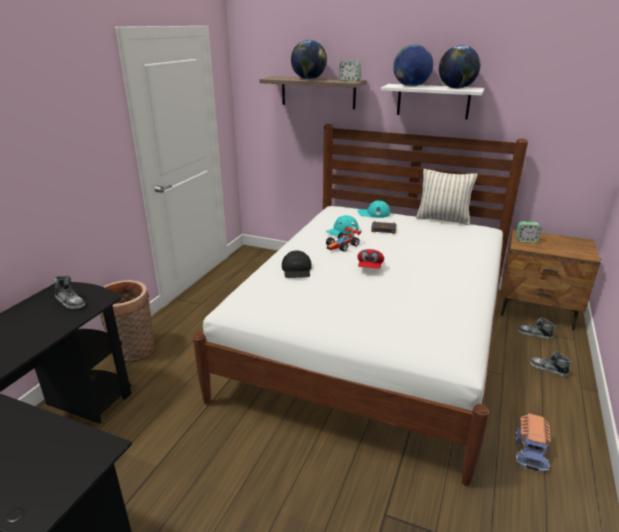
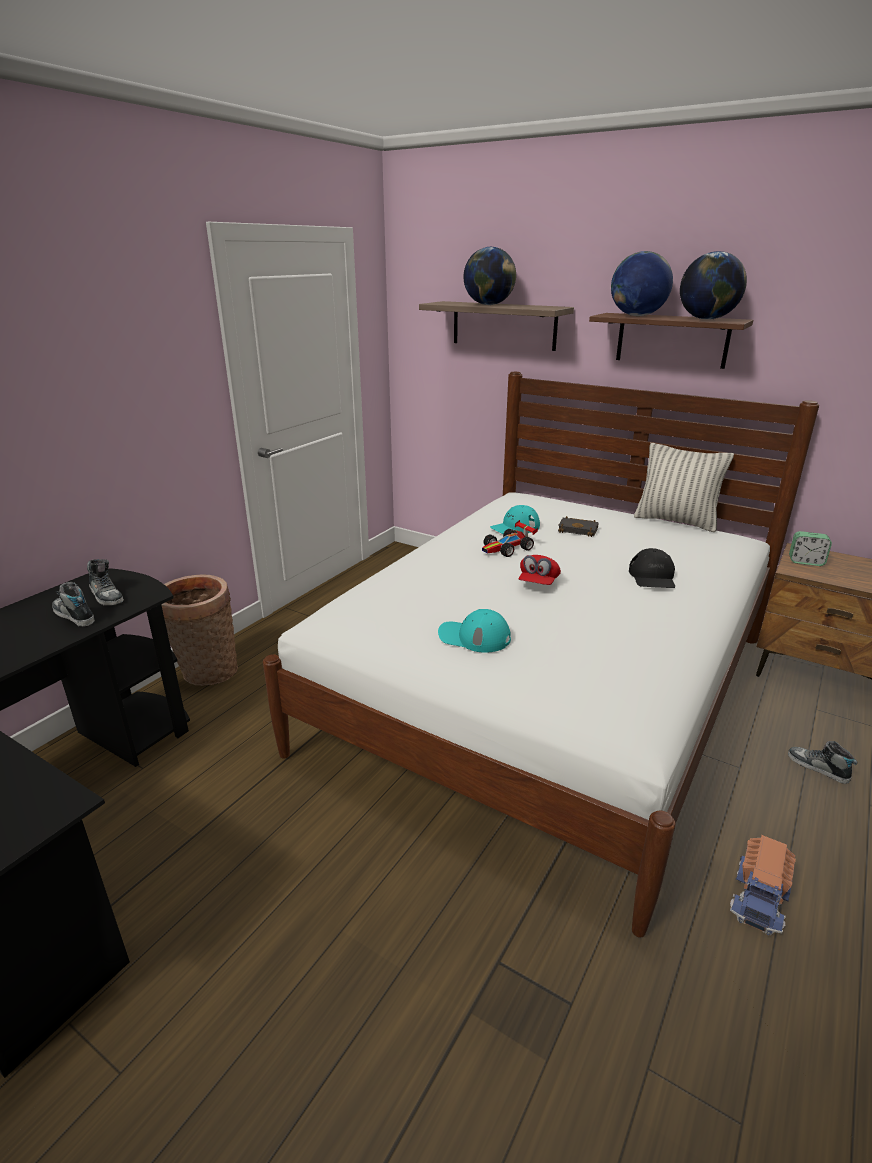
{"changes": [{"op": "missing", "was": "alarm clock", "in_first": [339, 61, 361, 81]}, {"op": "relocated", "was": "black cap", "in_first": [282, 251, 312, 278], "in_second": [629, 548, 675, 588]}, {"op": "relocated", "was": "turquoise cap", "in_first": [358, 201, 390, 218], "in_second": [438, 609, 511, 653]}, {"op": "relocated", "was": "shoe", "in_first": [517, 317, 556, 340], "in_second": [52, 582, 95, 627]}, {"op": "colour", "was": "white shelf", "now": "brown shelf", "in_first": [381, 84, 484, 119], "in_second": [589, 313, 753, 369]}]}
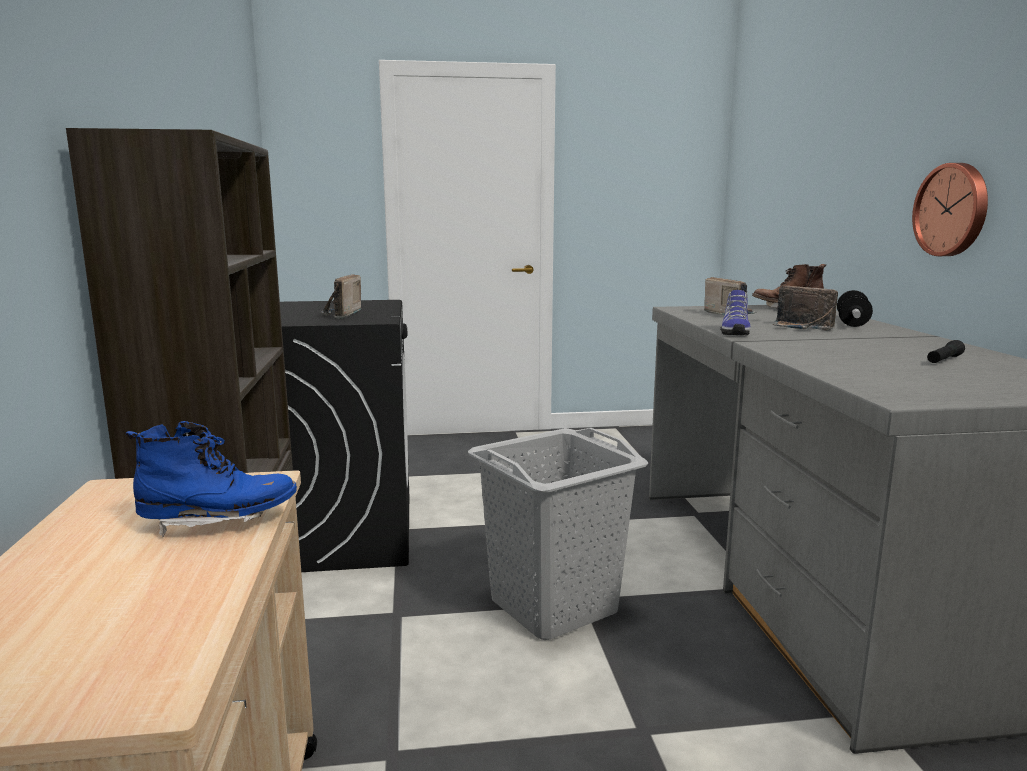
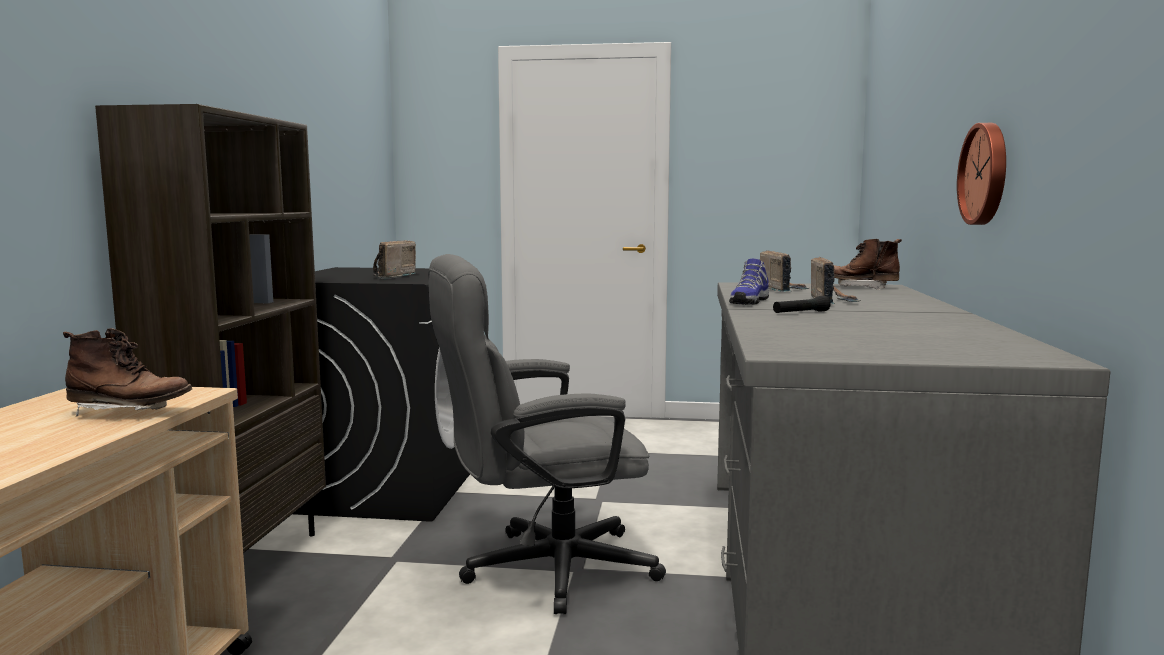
{"changes": [{"op": "missing", "was": "dumbbell", "in_first": [837, 290, 873, 327]}, {"op": "relocated", "was": "black flashlight", "in_first": [927, 340, 965, 363], "in_second": [773, 296, 831, 313]}, {"op": "exchanged", "was": "grey laundry basket", "now": "grey office chair", "in_first": [468, 428, 648, 640], "in_second": [428, 254, 666, 614]}, {"op": "colour", "was": "blue boot", "now": "brown boot", "in_first": [126, 421, 297, 537], "in_second": [63, 328, 192, 416]}, {"op": "spun", "was": "radio", "in_first": [773, 286, 838, 330], "in_second": [811, 257, 861, 304], "clockwise": -150}]}
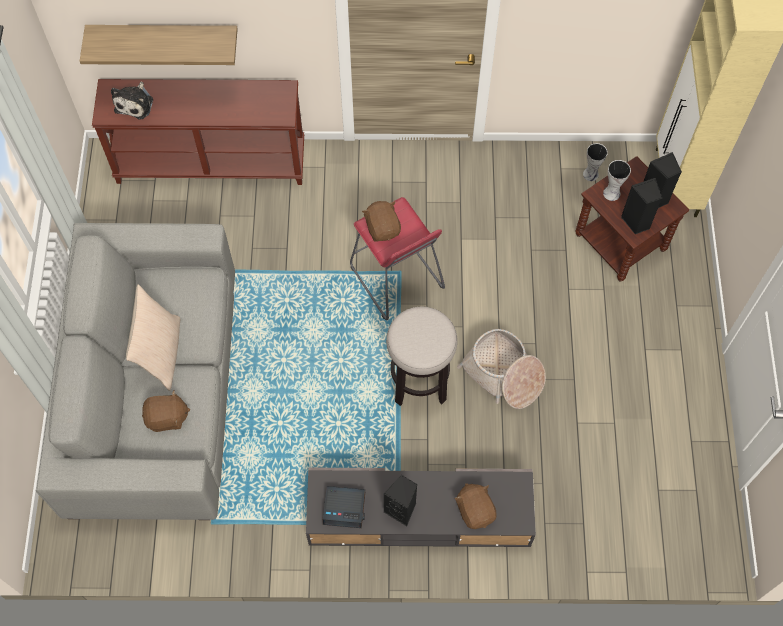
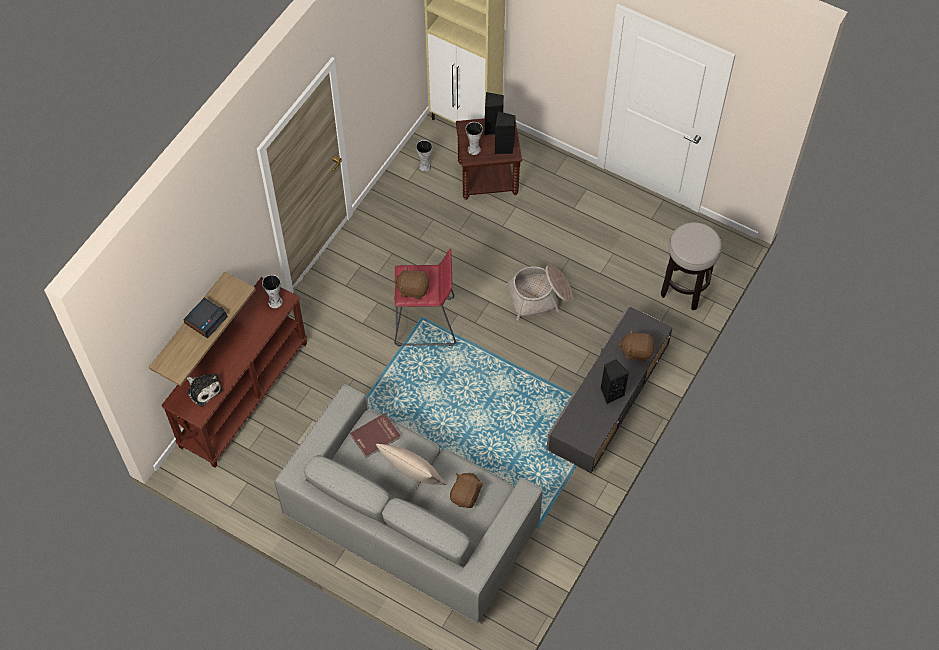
{"changes": [{"op": "appeared", "now": "vase", "in_second": [262, 275, 283, 308]}, {"op": "appeared", "now": "red book", "in_second": [350, 413, 401, 458]}, {"op": "relocated", "was": "alarm clock", "in_first": [323, 486, 365, 528], "in_second": [183, 298, 228, 339]}, {"op": "relocated", "was": "stool", "in_first": [386, 307, 457, 406], "in_second": [661, 222, 722, 310]}]}
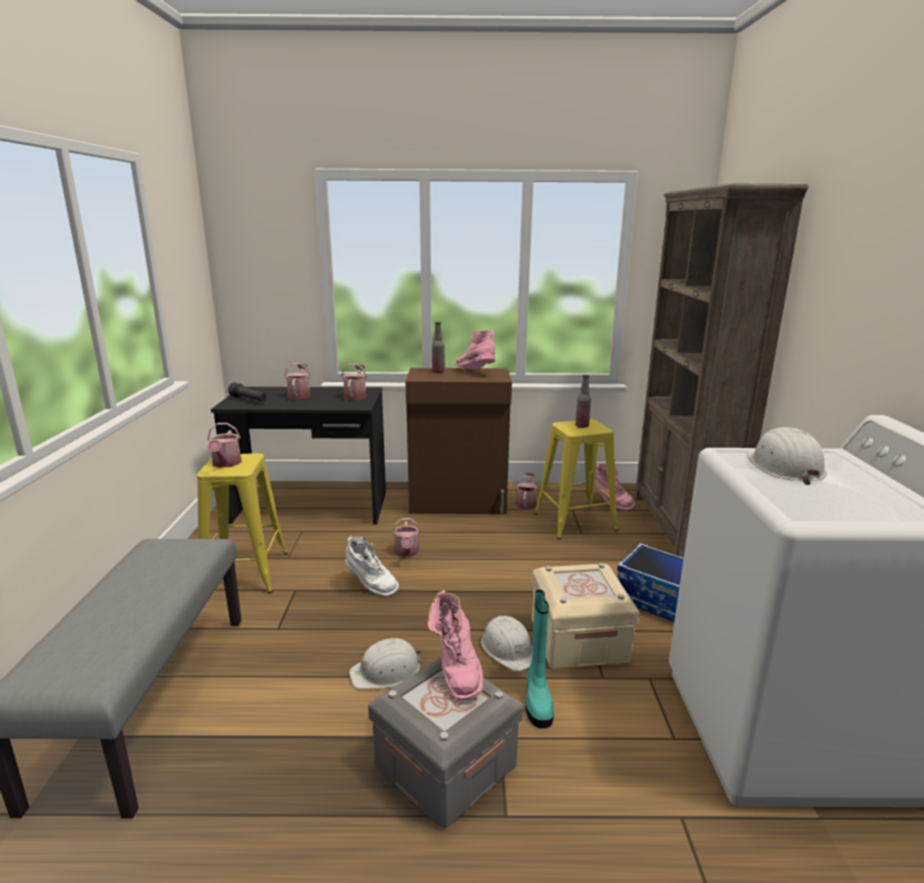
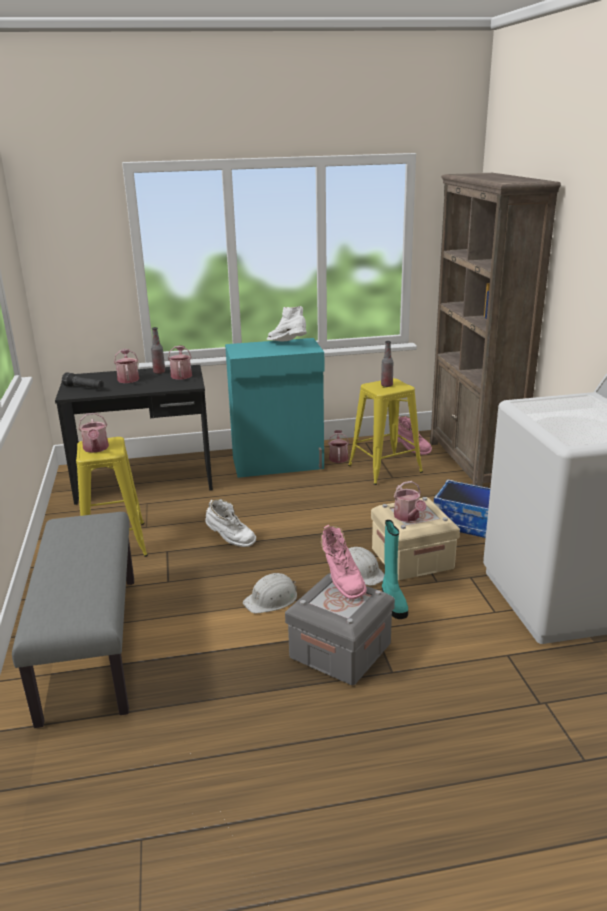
{"changes": [{"op": "missing", "was": "white hard hat", "in_first": [747, 427, 827, 485]}, {"op": "relocated", "was": "watering can", "in_first": [392, 518, 420, 558], "in_second": [394, 481, 427, 522]}, {"op": "relocated", "was": "bottle", "in_first": [432, 322, 445, 373], "in_second": [151, 327, 165, 374]}, {"op": "colour", "was": "brown cabinet", "now": "turquoise cabinet", "in_first": [406, 368, 512, 514], "in_second": [225, 338, 325, 478]}, {"op": "colour", "was": "pink boot", "now": "white boot", "in_first": [454, 330, 496, 369], "in_second": [267, 306, 307, 341]}]}
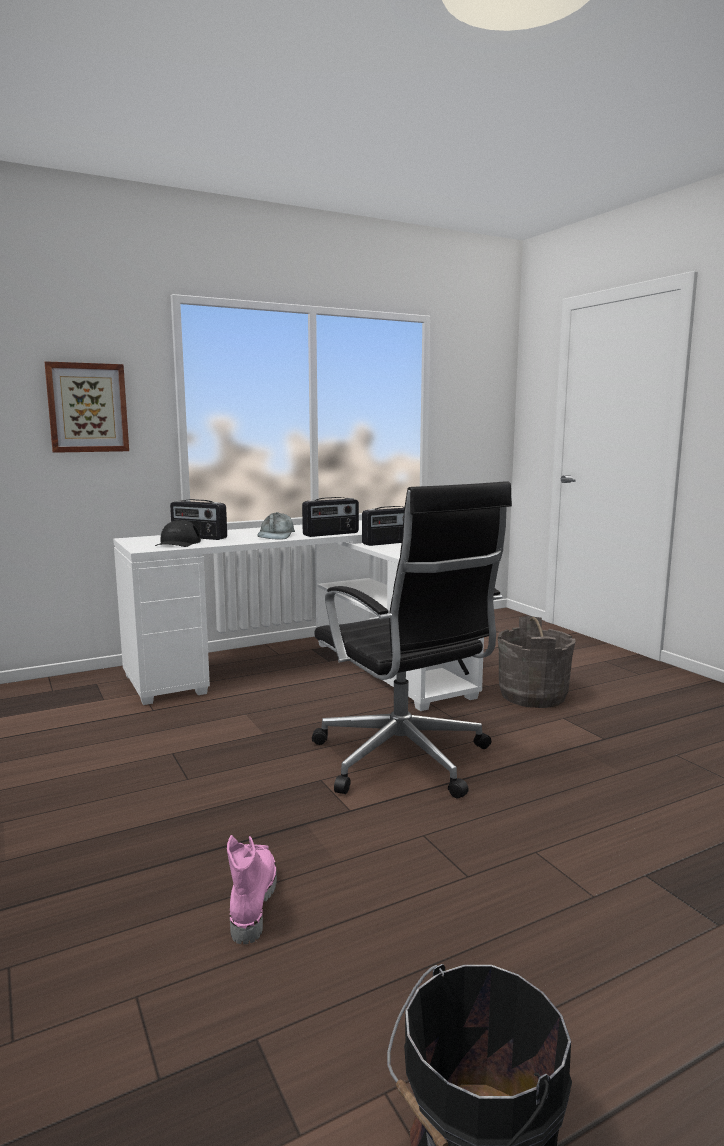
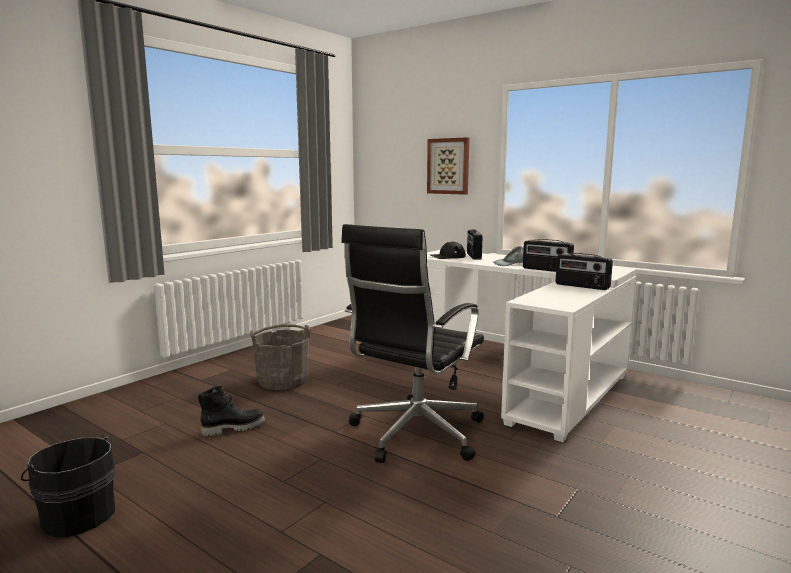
{"changes": [{"op": "relocated", "was": "grey bucket", "in_first": [498, 616, 576, 708], "in_second": [250, 324, 310, 390]}, {"op": "colour", "was": "pink boot", "now": "black boot", "in_first": [227, 835, 277, 944], "in_second": [198, 386, 265, 437]}]}
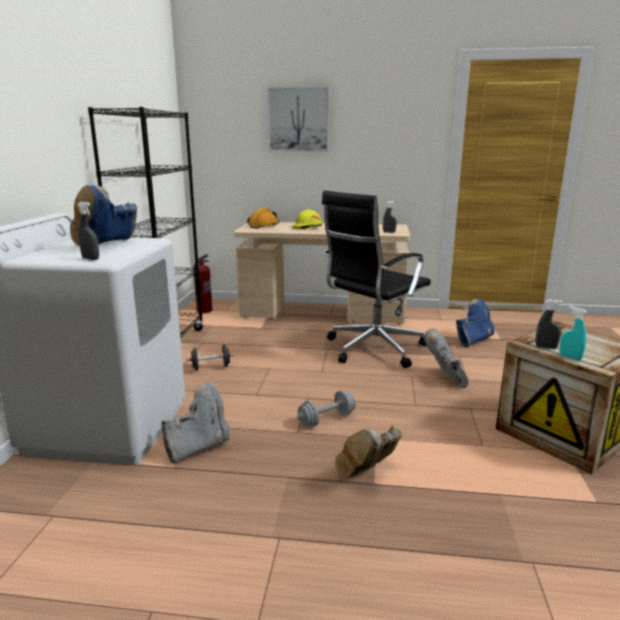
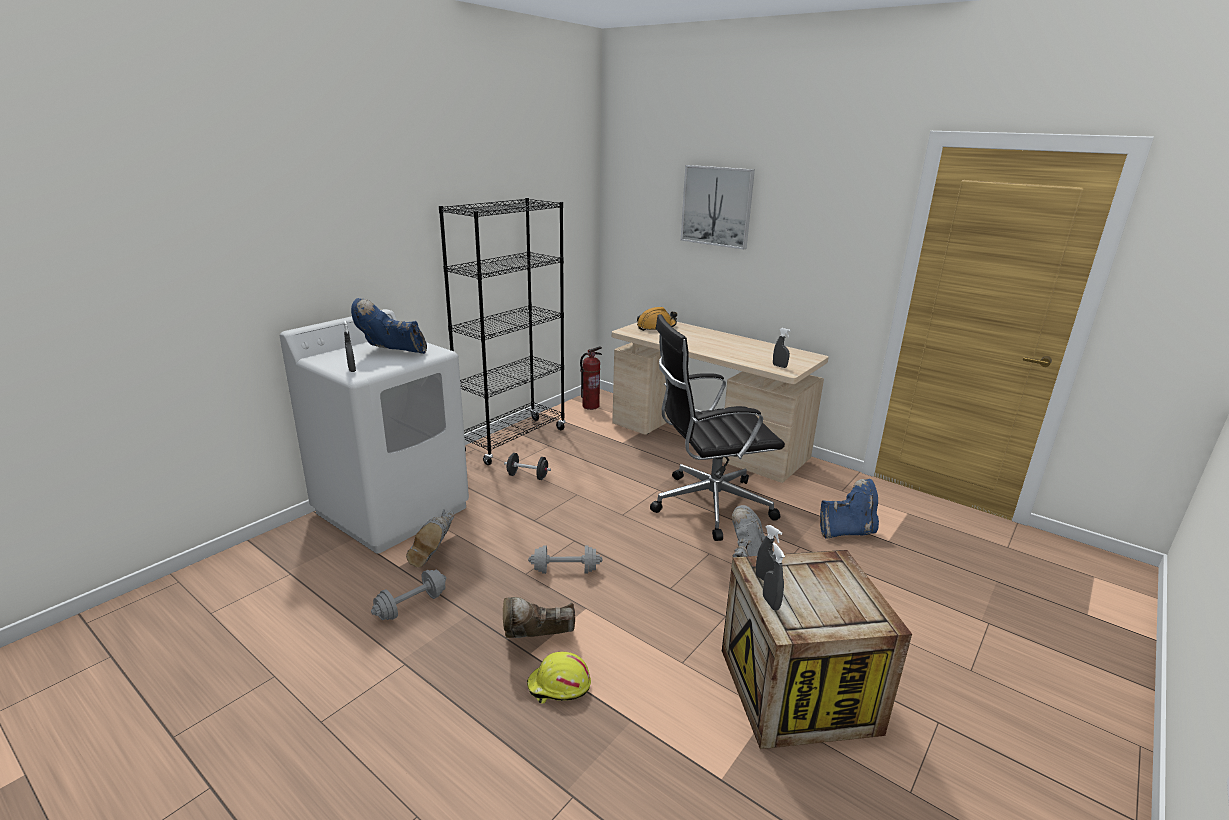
{"changes": [{"op": "appeared", "now": "grey dumbbell", "in_second": [371, 570, 446, 620]}, {"op": "relocated", "was": "yellow hard hat", "in_first": [292, 210, 322, 230], "in_second": [527, 652, 591, 704]}, {"op": "colour", "was": "turquoise spray bottle", "now": "grey spray bottle", "in_first": [560, 306, 586, 360], "in_second": [763, 543, 785, 611]}, {"op": "spun", "was": "blue boot", "in_first": [70, 185, 137, 246], "in_second": [351, 298, 427, 354], "clockwise": 45}, {"op": "spun", "was": "grey boot", "in_first": [161, 382, 230, 464], "in_second": [406, 509, 454, 567], "clockwise": 105}]}
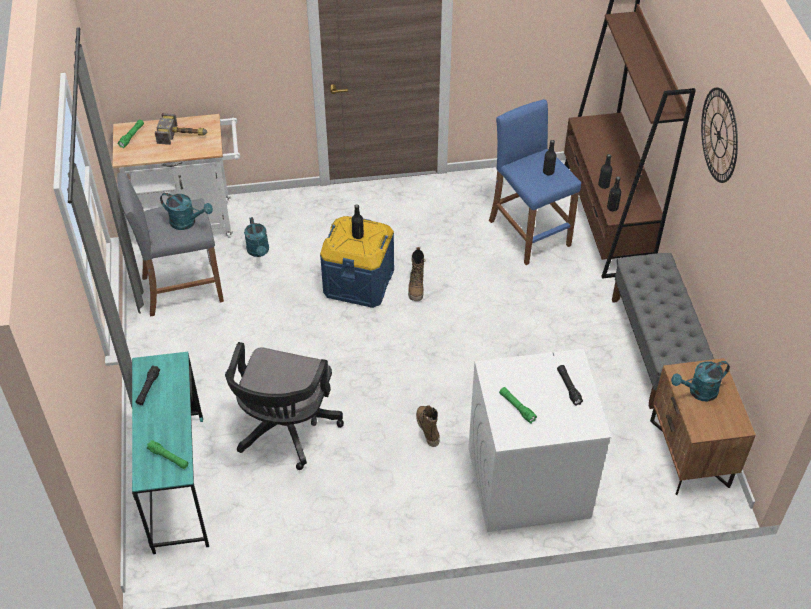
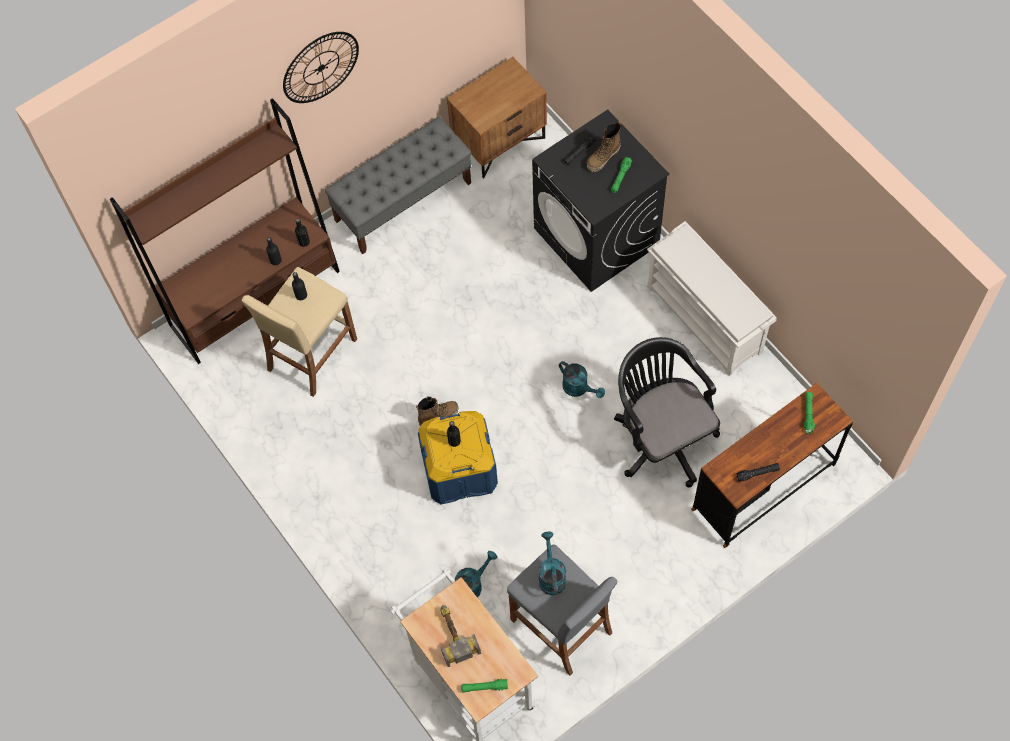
{"changes": [{"op": "appeared", "now": "white shoe rack", "in_second": [647, 221, 777, 376]}, {"op": "relocated", "was": "boot", "in_first": [416, 405, 440, 447], "in_second": [587, 121, 621, 172]}, {"op": "relocated", "was": "turquoise watering can", "in_first": [671, 361, 730, 401], "in_second": [559, 361, 605, 398]}, {"op": "colour", "was": "turquoise desk", "now": "brown desk", "in_first": [132, 352, 209, 554], "in_second": [691, 383, 853, 548]}, {"op": "colour", "was": "white washing machine", "now": "black washing machine", "in_first": [468, 348, 612, 532], "in_second": [532, 109, 670, 292]}, {"op": "colour", "was": "blue stool", "now": "beige stool", "in_first": [489, 99, 581, 265], "in_second": [242, 267, 357, 397]}, {"op": "spun", "was": "black office chair", "in_first": [225, 342, 344, 470], "in_second": [614, 337, 720, 488], "clockwise": -105}]}
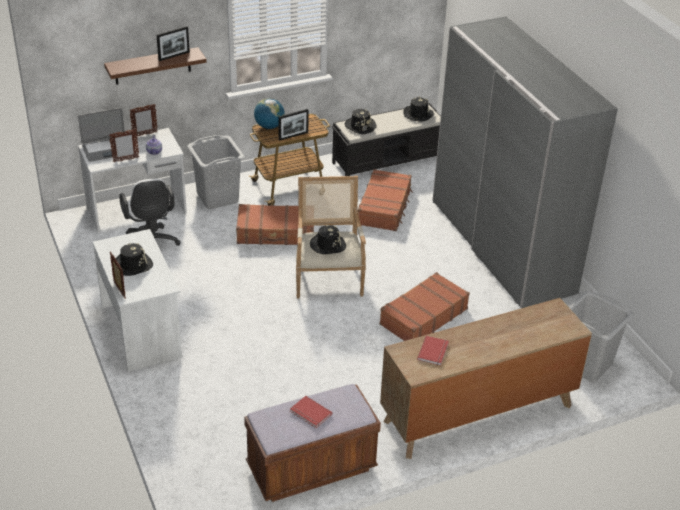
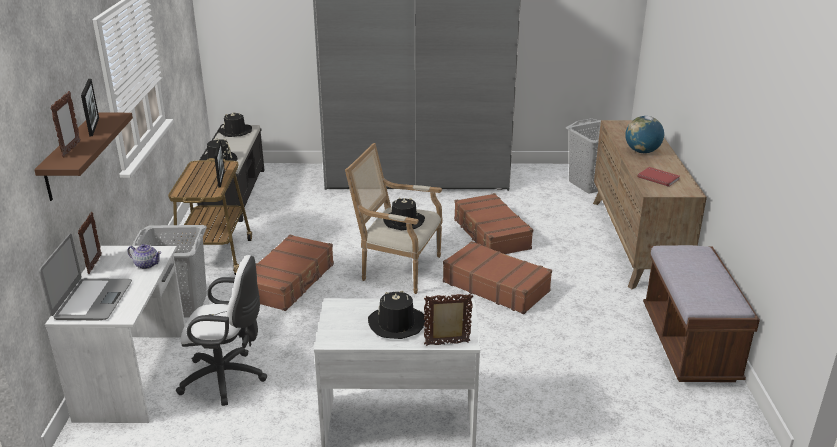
{"changes": [{"op": "missing", "was": "red book", "in_first": [290, 396, 332, 428]}, {"op": "relocated", "was": "picture frame", "in_first": [109, 129, 139, 162], "in_second": [50, 91, 81, 157]}, {"op": "relocated", "was": "globe", "in_first": [254, 98, 285, 129], "in_second": [625, 116, 664, 153]}, {"op": "relocated", "was": "brown suitcase", "in_first": [358, 169, 413, 231], "in_second": [443, 241, 552, 314]}]}
